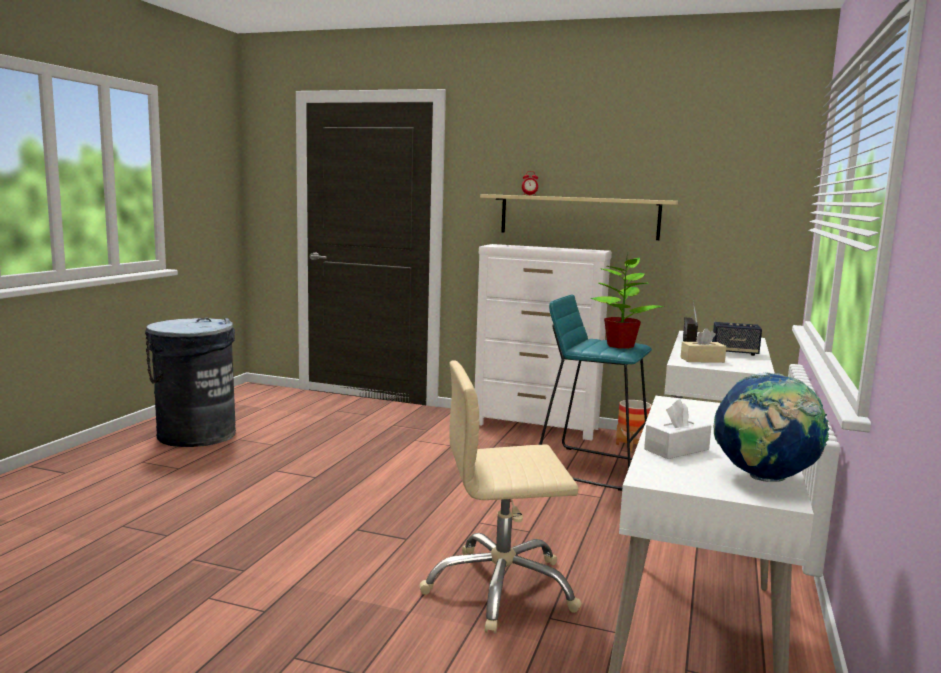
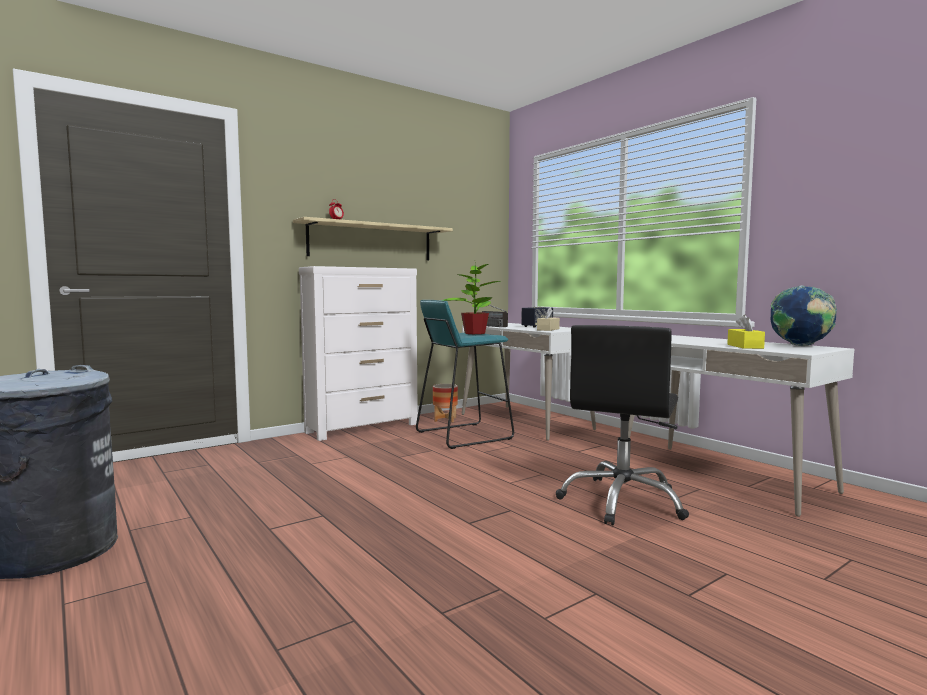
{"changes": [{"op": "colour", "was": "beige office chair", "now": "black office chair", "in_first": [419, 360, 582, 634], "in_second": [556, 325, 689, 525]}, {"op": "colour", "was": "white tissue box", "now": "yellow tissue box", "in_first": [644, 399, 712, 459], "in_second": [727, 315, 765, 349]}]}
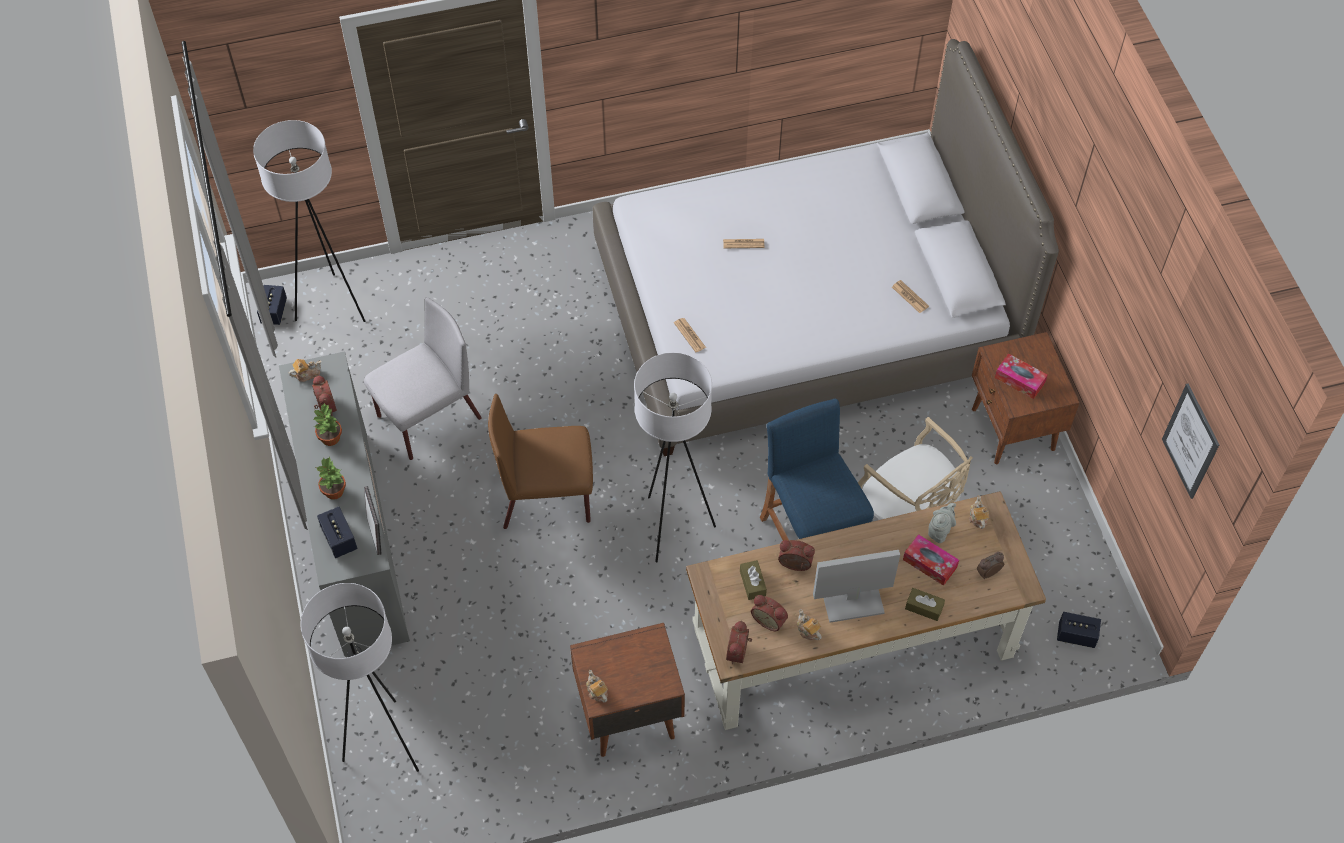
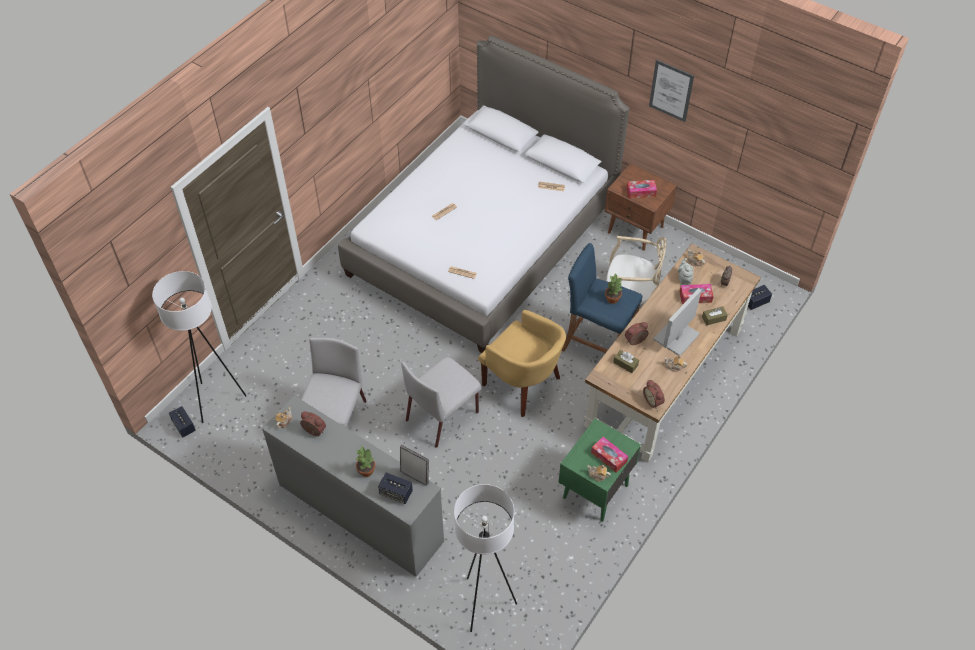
{"changes": [{"op": "missing", "was": "alarm clock", "in_first": [751, 595, 788, 631]}, {"op": "appeared", "now": "tissue box", "in_second": [591, 437, 628, 473]}, {"op": "relocated", "was": "potted plant", "in_first": [313, 403, 342, 446], "in_second": [605, 274, 622, 304]}, {"op": "relocated", "was": "picture", "in_first": [1162, 384, 1219, 499], "in_second": [649, 60, 694, 122]}, {"op": "exchanged", "was": "white floor lamp", "now": "yellow armchair", "in_first": [634, 352, 716, 562], "in_second": [478, 310, 566, 417]}, {"op": "colour", "was": "brown chair", "now": "grey chair", "in_first": [488, 394, 593, 529], "in_second": [401, 357, 482, 448]}, {"op": "colour", "was": "brown nightstand", "now": "green nightstand", "in_first": [570, 623, 685, 757], "in_second": [558, 418, 641, 522]}]}
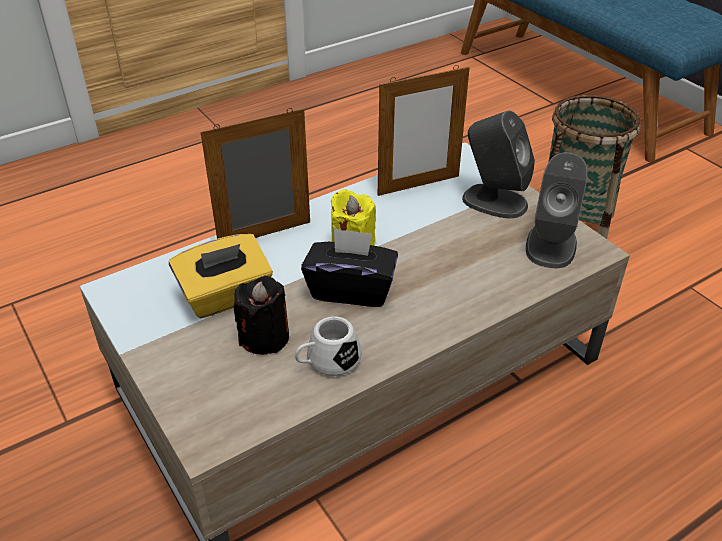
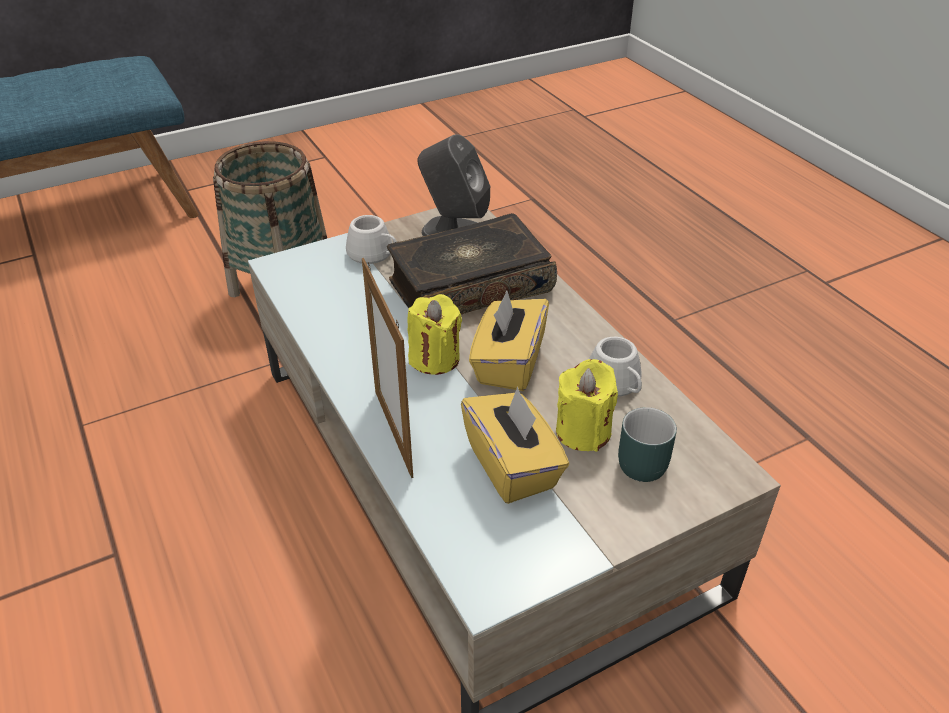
{"changes": [{"op": "missing", "was": "picture frame", "in_first": [378, 65, 470, 196]}, {"op": "appeared", "now": "book", "in_second": [387, 213, 557, 314]}, {"op": "appeared", "now": "turquoise mug", "in_second": [618, 407, 677, 482]}, {"op": "exchanged", "was": "grey speaker", "now": "white mug", "in_first": [462, 110, 535, 218], "in_second": [346, 215, 397, 264]}, {"op": "colour", "was": "black candle", "now": "yellow candle", "in_first": [234, 276, 289, 355], "in_second": [556, 359, 618, 452]}, {"op": "colour", "was": "black tissue box", "now": "yellow tissue box", "in_first": [301, 228, 398, 307], "in_second": [469, 290, 549, 391]}]}
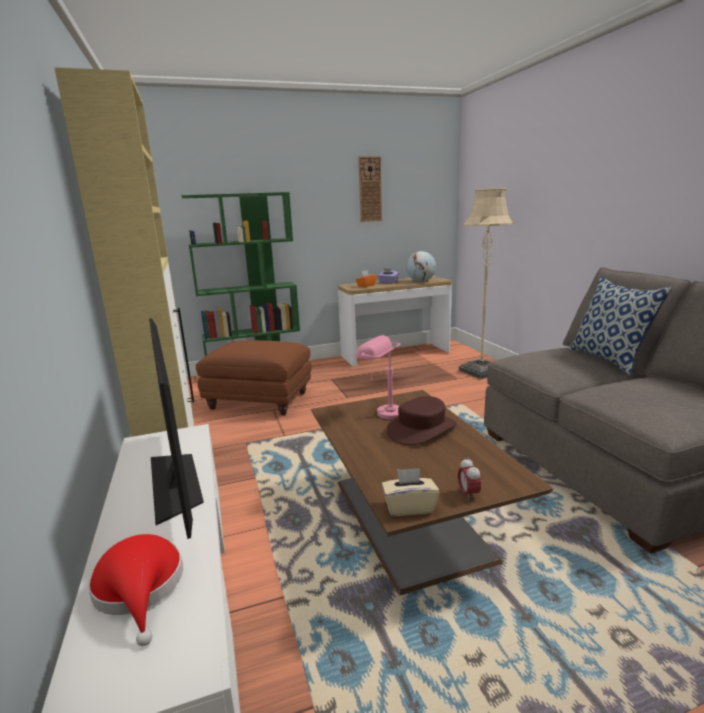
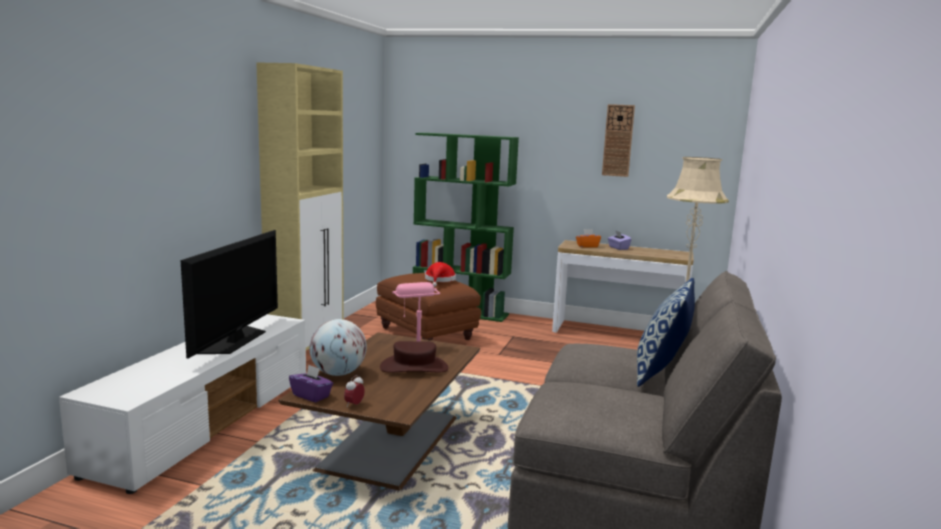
{"changes": [{"op": "relocated", "was": "red hat", "in_first": [88, 534, 183, 646], "in_second": [425, 262, 456, 287]}, {"op": "relocated", "was": "globe", "in_first": [406, 251, 436, 282], "in_second": [309, 319, 367, 376]}, {"op": "colour", "was": "beige tissue box", "now": "purple tissue box", "in_first": [382, 468, 439, 516], "in_second": [289, 365, 333, 402]}]}
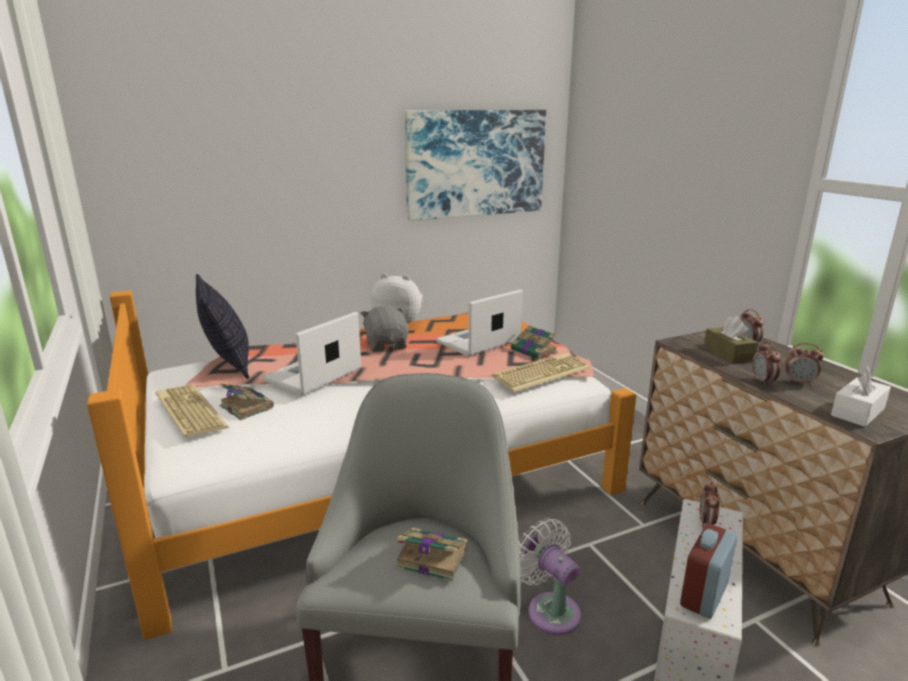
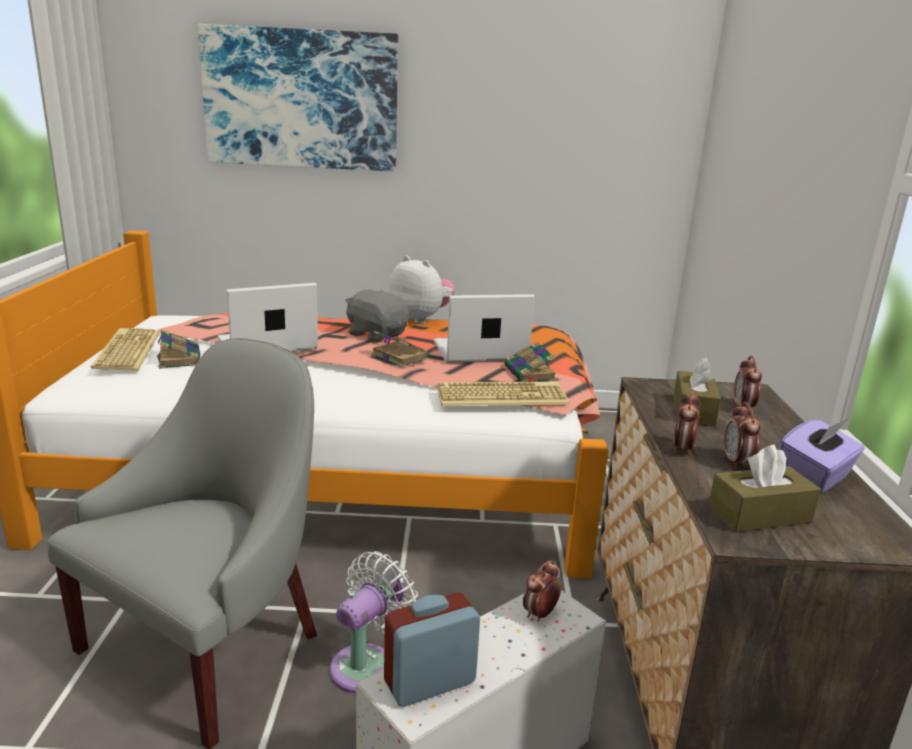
{"changes": [{"op": "missing", "was": "pillow", "in_first": [196, 274, 249, 379]}, {"op": "appeared", "now": "purple tissue box", "in_second": [779, 419, 865, 495]}, {"op": "relocated", "was": "book", "in_first": [396, 528, 467, 582], "in_second": [371, 331, 429, 367]}, {"op": "relocated", "was": "picture", "in_first": [404, 110, 546, 221], "in_second": [198, 24, 398, 172]}, {"op": "colour", "was": "white tissue box", "now": "brown tissue box", "in_first": [831, 366, 891, 427], "in_second": [708, 445, 821, 532]}, {"op": "spun", "was": "grey plush toy", "in_first": [360, 306, 409, 352], "in_second": [345, 290, 409, 342], "clockwise": -60}, {"op": "spun", "was": "white fan", "in_first": [519, 518, 581, 635], "in_second": [330, 551, 418, 694], "clockwise": 45}, {"op": "spun", "was": "alarm clock", "in_first": [785, 343, 824, 385], "in_second": [724, 402, 760, 469], "clockwise": 45}]}
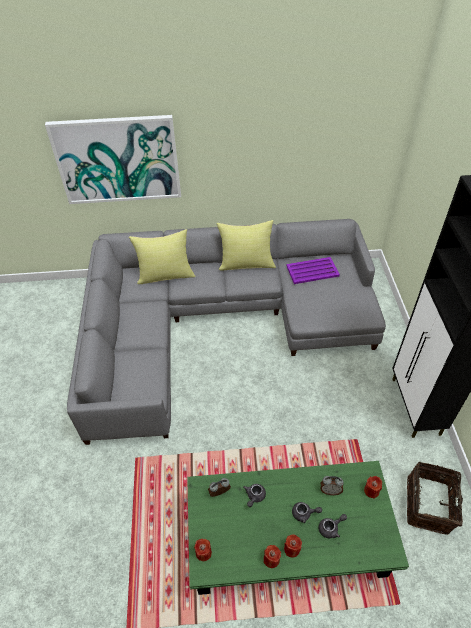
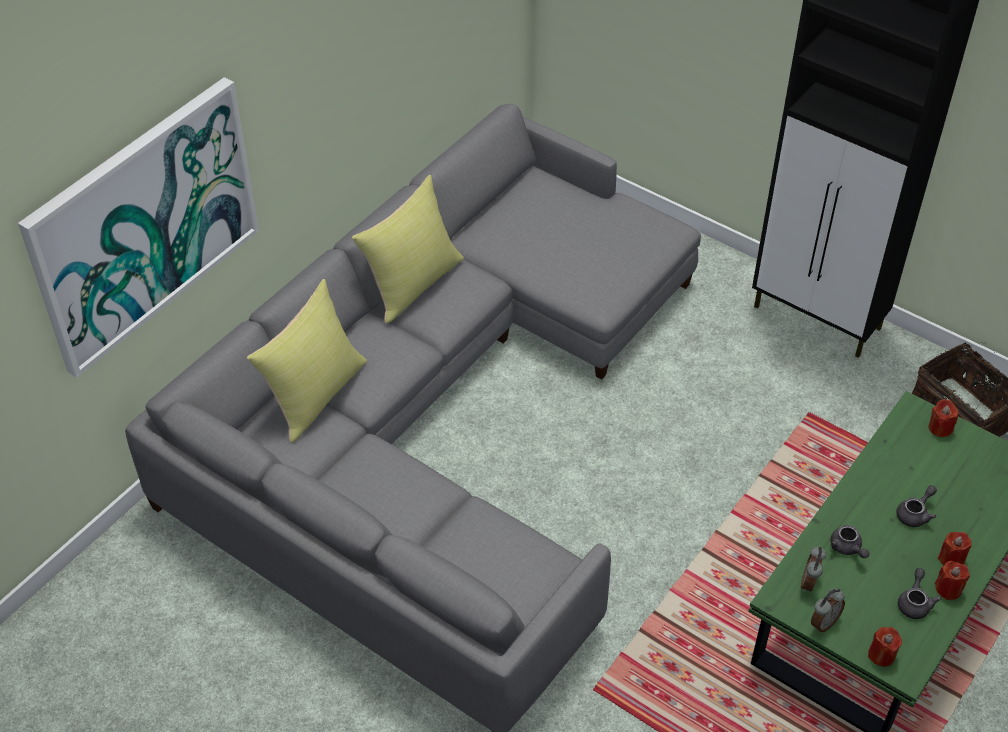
{"changes": [{"op": "missing", "was": "purple tray", "in_first": [286, 257, 340, 284]}, {"op": "relocated", "was": "grey teapot", "in_first": [319, 514, 347, 538], "in_second": [898, 568, 941, 619]}, {"op": "relocated", "was": "alarm clock", "in_first": [321, 476, 344, 495], "in_second": [811, 588, 845, 632]}]}
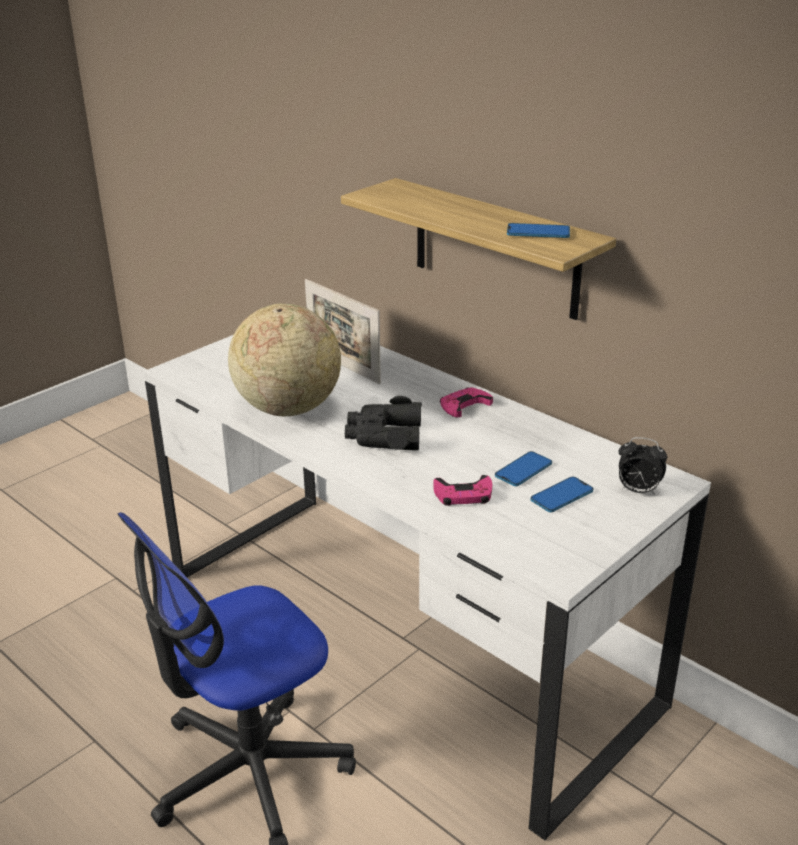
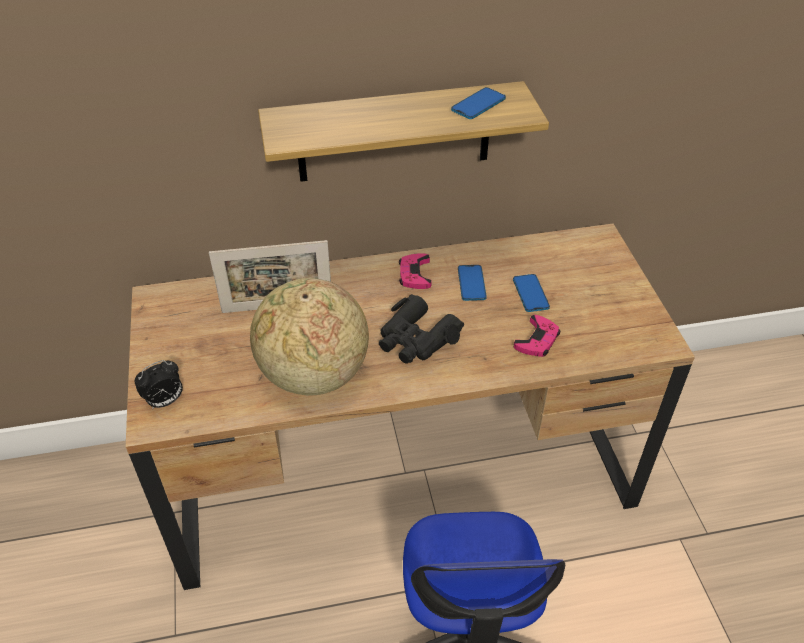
{"changes": [{"op": "relocated", "was": "phone", "in_first": [531, 477, 593, 512], "in_second": [458, 265, 487, 301]}, {"op": "relocated", "was": "alarm clock", "in_first": [619, 437, 667, 495], "in_second": [135, 360, 183, 409]}, {"op": "colour", "was": "white desk", "now": "brown desk", "in_first": [143, 335, 711, 841], "in_second": [126, 224, 695, 590]}]}
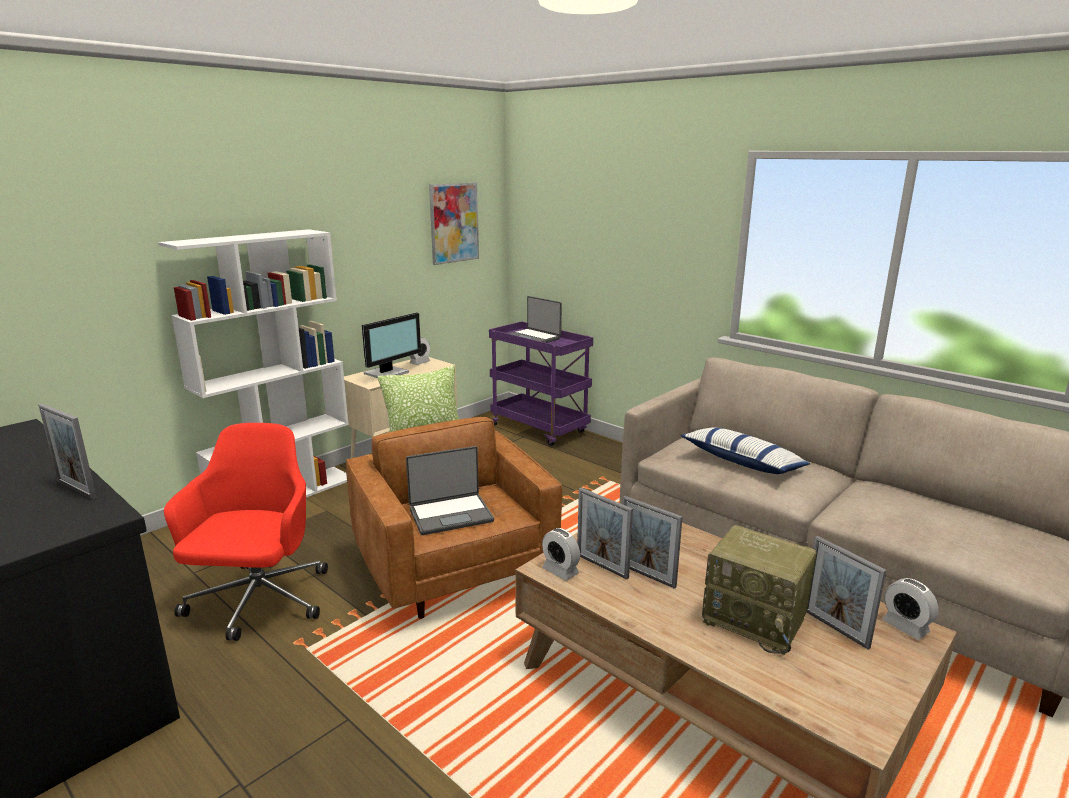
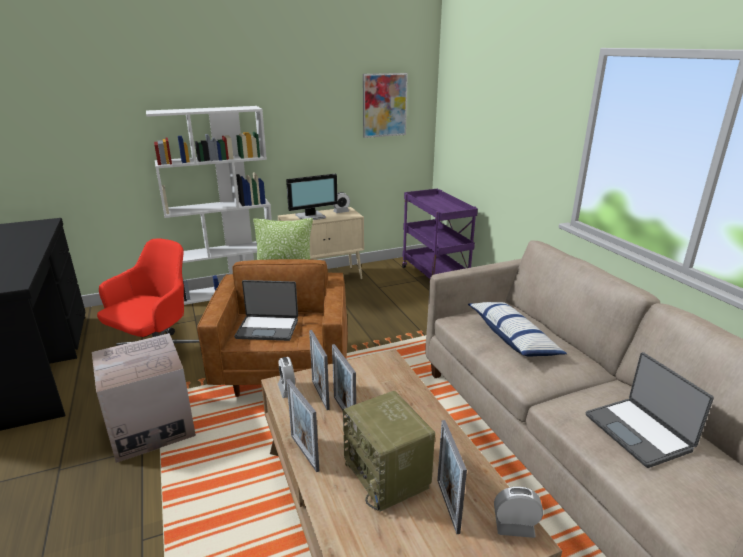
{"changes": [{"op": "appeared", "now": "cardboard box", "in_second": [92, 333, 196, 463]}, {"op": "relocated", "was": "picture frame", "in_first": [38, 404, 97, 499], "in_second": [287, 379, 319, 472]}, {"op": "relocated", "was": "laptop", "in_first": [508, 296, 562, 343], "in_second": [586, 352, 714, 468]}, {"op": "spun", "was": "alarm clock", "in_first": [882, 578, 939, 640], "in_second": [494, 486, 543, 538], "clockwise": 105}]}
